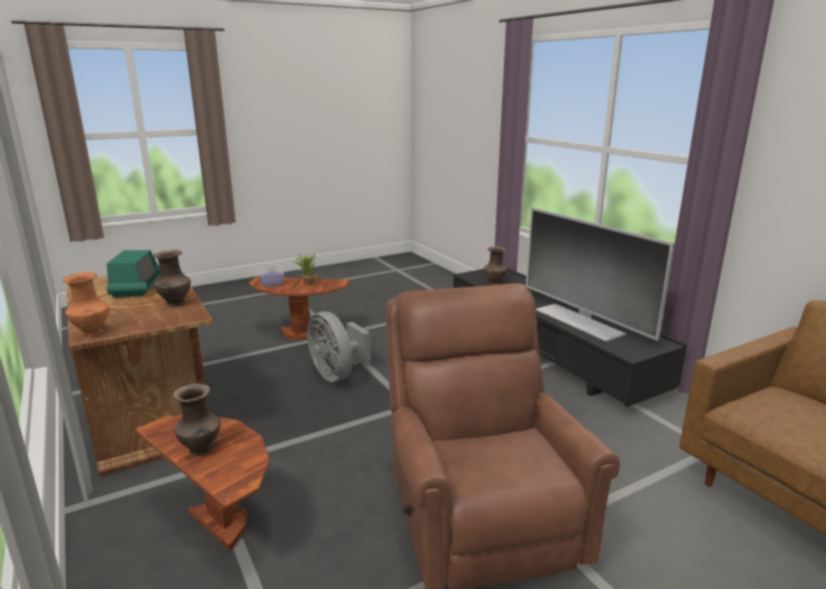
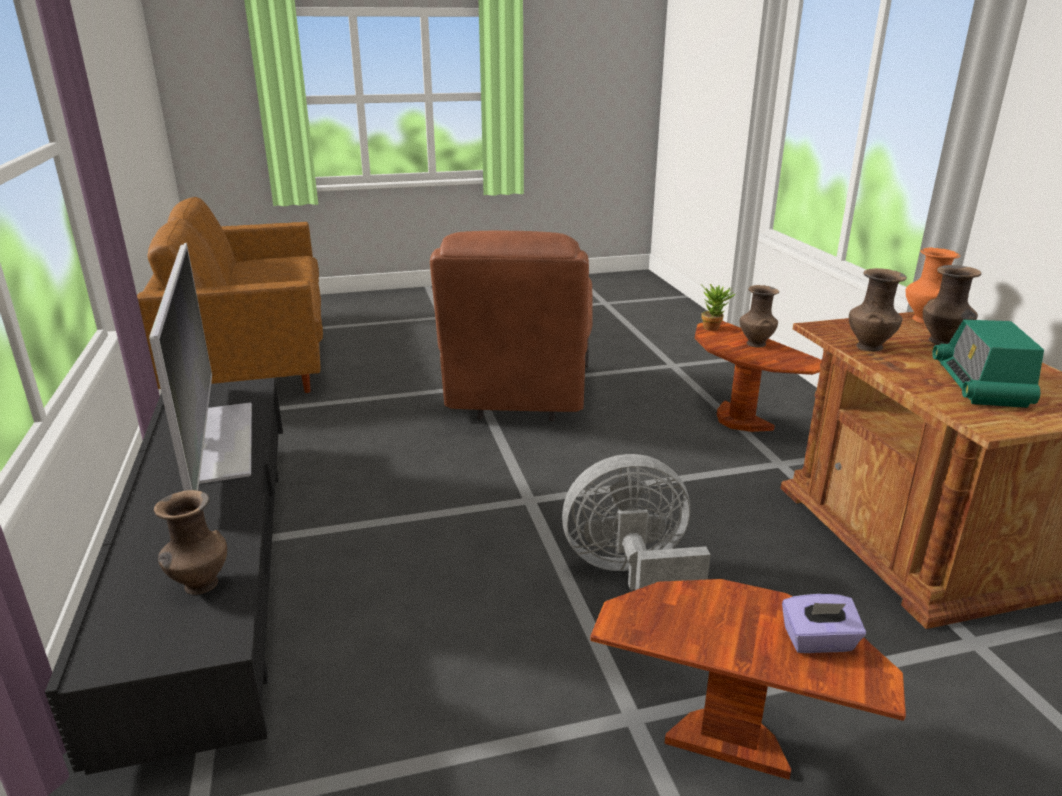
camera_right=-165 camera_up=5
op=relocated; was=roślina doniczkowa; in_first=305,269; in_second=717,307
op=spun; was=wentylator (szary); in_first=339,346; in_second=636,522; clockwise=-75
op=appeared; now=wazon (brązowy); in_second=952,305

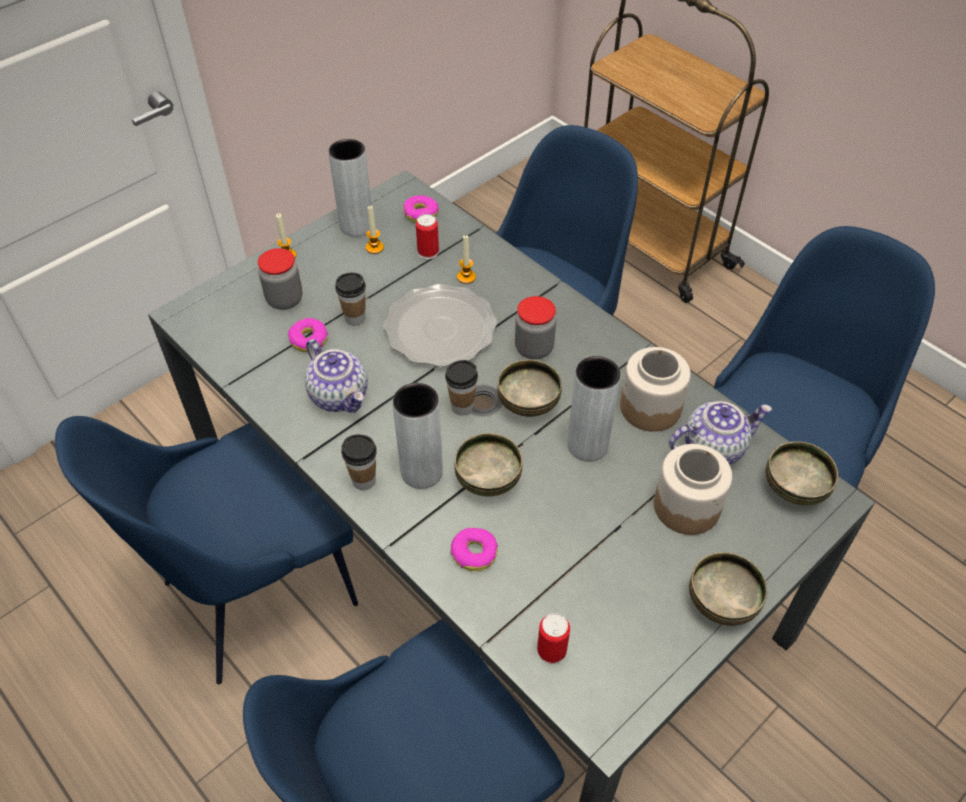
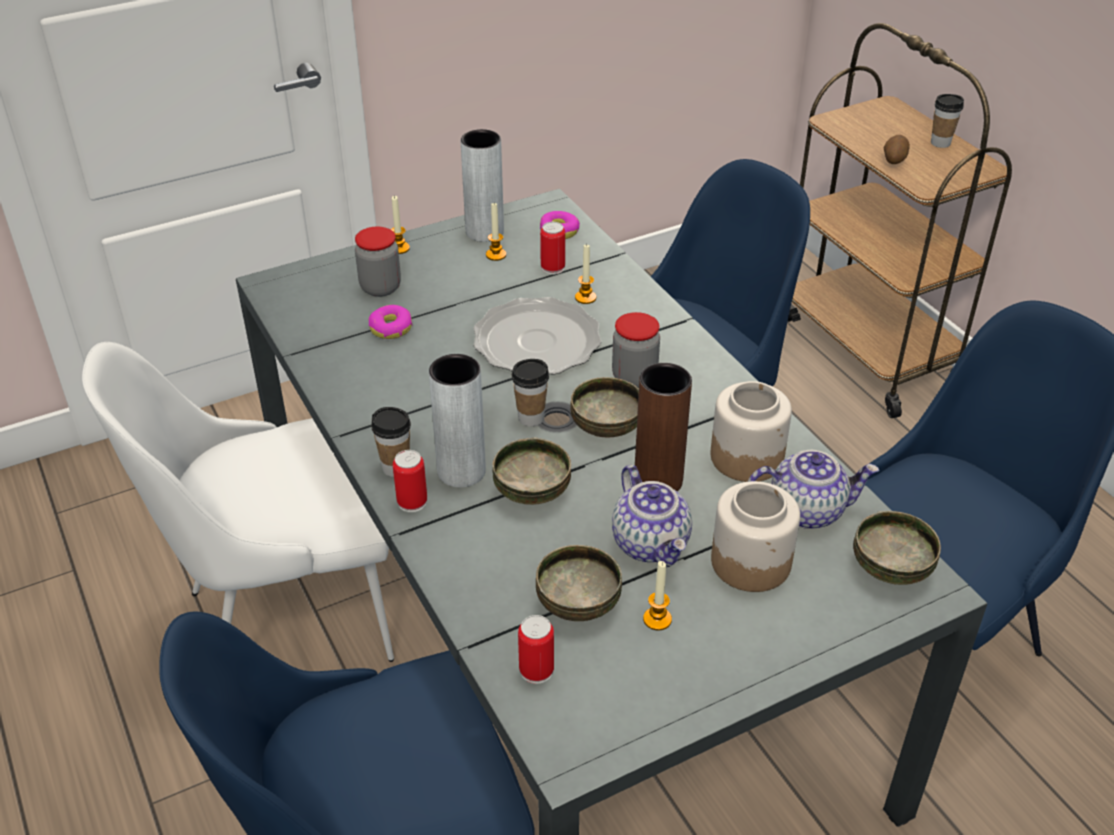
camera_right=15 camera_up=-10
op=relocated; was=filiżanka; in_first=350,299; in_second=947,121
op=relocated; was=imbryk; in_first=336,376; in_second=652,516
op=colour; was=wazon (szary); now=wazon (brązowy); in_first=594,409; in_second=663,427
op=colour; was=krzesło (niebieski); now=krzesło (biały); in_first=206,550; in_second=238,502
op=missing; was=donut; in_first=474,549
op=relocated; was=miska; in_first=728,589; in_second=579,583
op=appeared; now=ziemniak; in_second=897,149
op=appeared; now=puszka; in_second=410,481
op=appeared; now=świeca; in_second=657,596

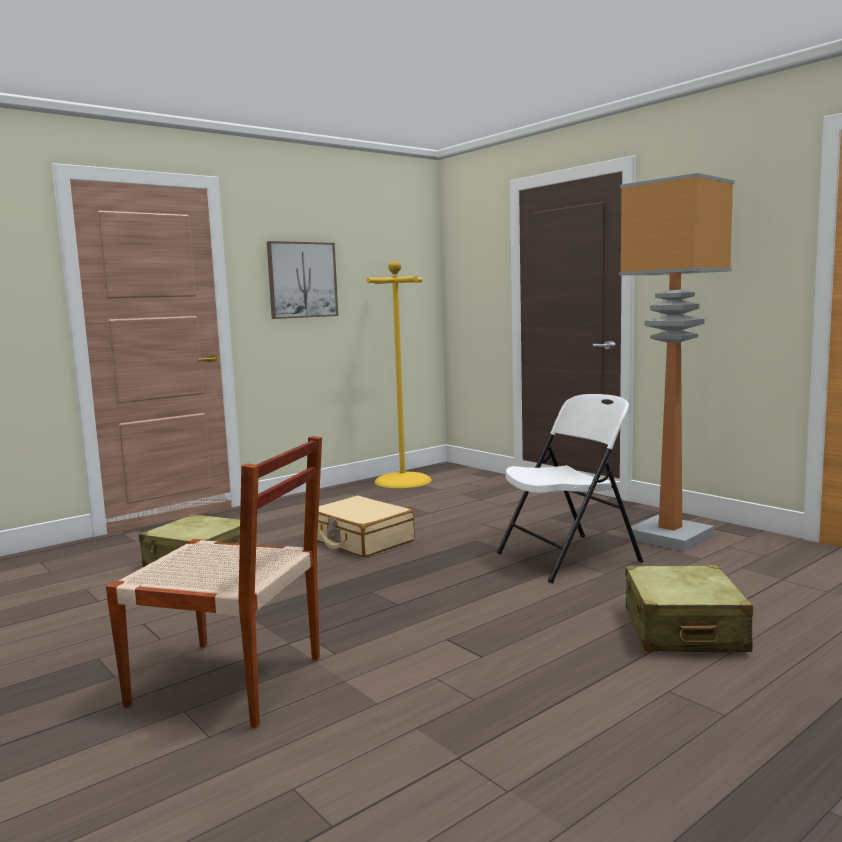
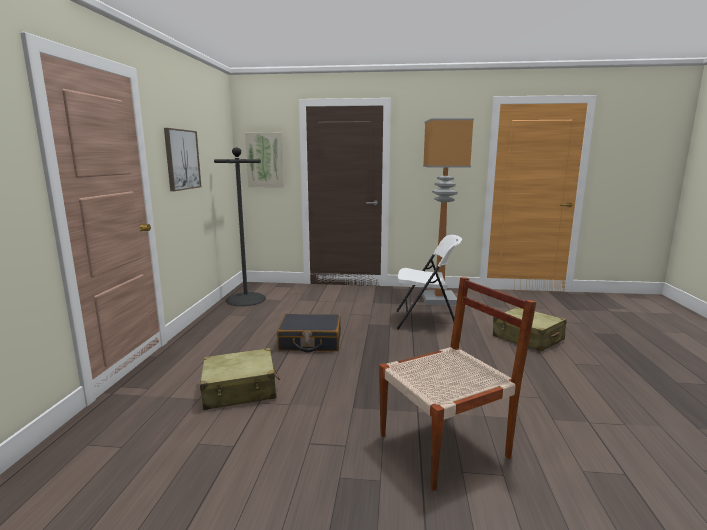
camera_right=-45 camera_up=5
op=colour; was=wieszak (żółty); now=wieszak (czarny); in_first=399,375; in_second=240,226
op=spun; was=krzesło (biały); in_first=570,488; in_second=429,282; clockwise=75
op=colour; was=walizka (beżowy); now=walizka (czarny); in_first=366,526; in_second=309,333
op=appeared; now=obraz; in_second=264,160

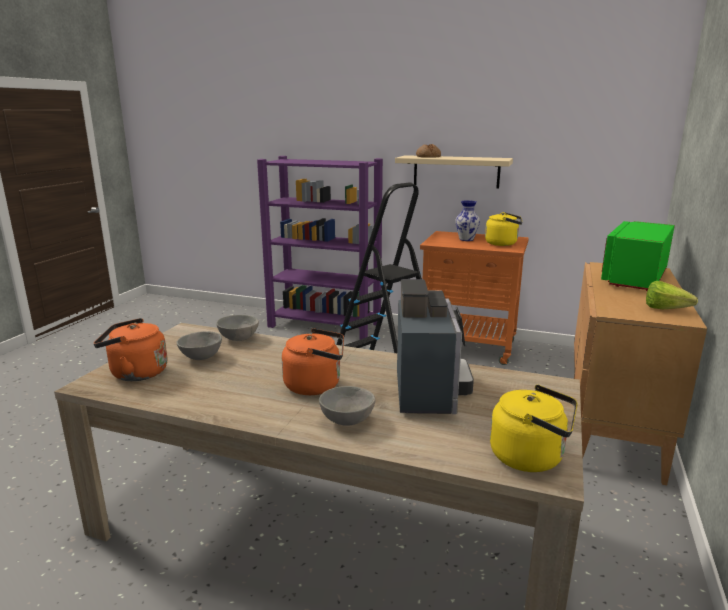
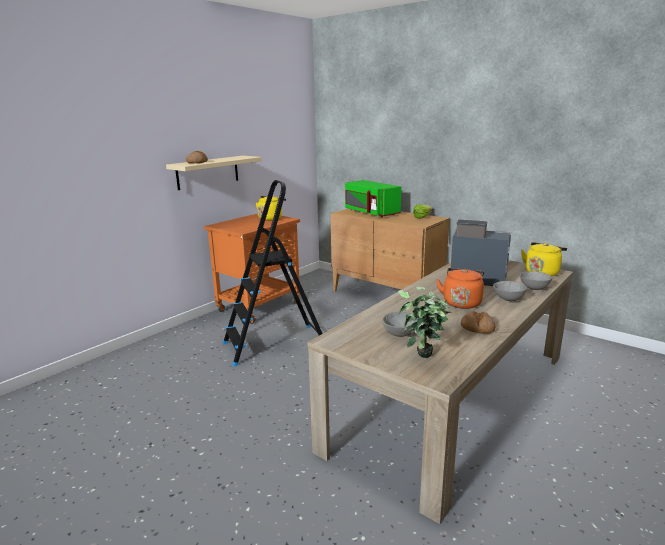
camera_right=-70 camera_up=0
op=missing; was=regał (fioletowy); in_first=320,247
op=missing; was=wazon; in_first=467,220
op=relocated; was=miska (szary); in_first=237,328; in_second=536,280
op=exchanged; was=czajnik (pomarańczowy); now=roślina doniczkowa; in_first=131,349; in_second=424,322
op=appeared; now=chleb; in_second=478,322

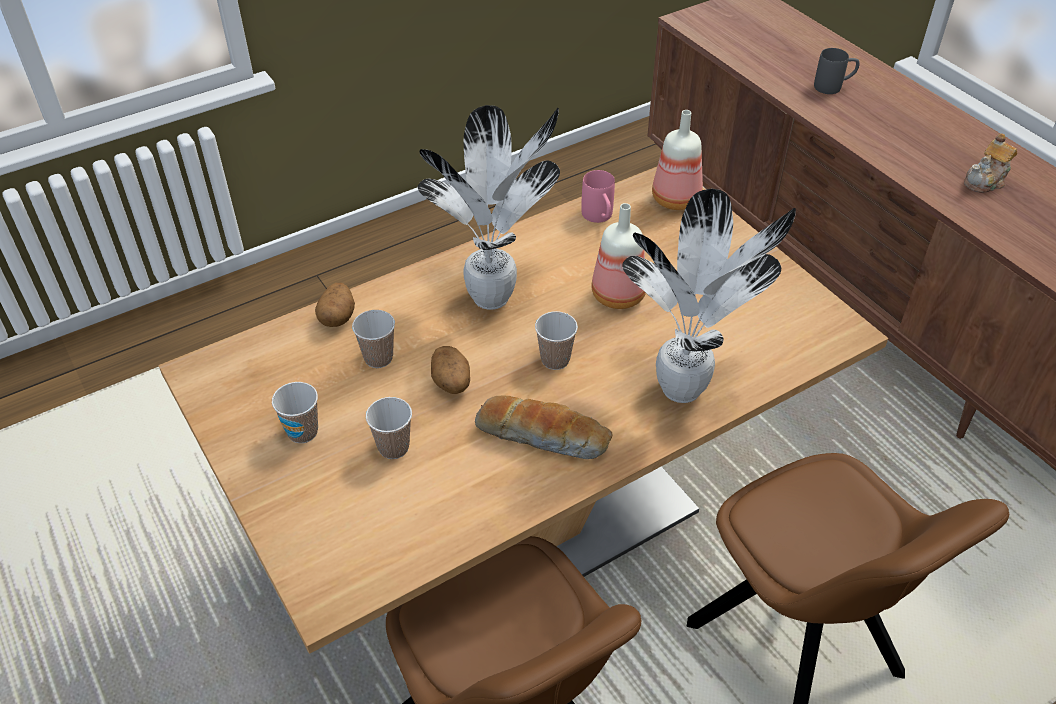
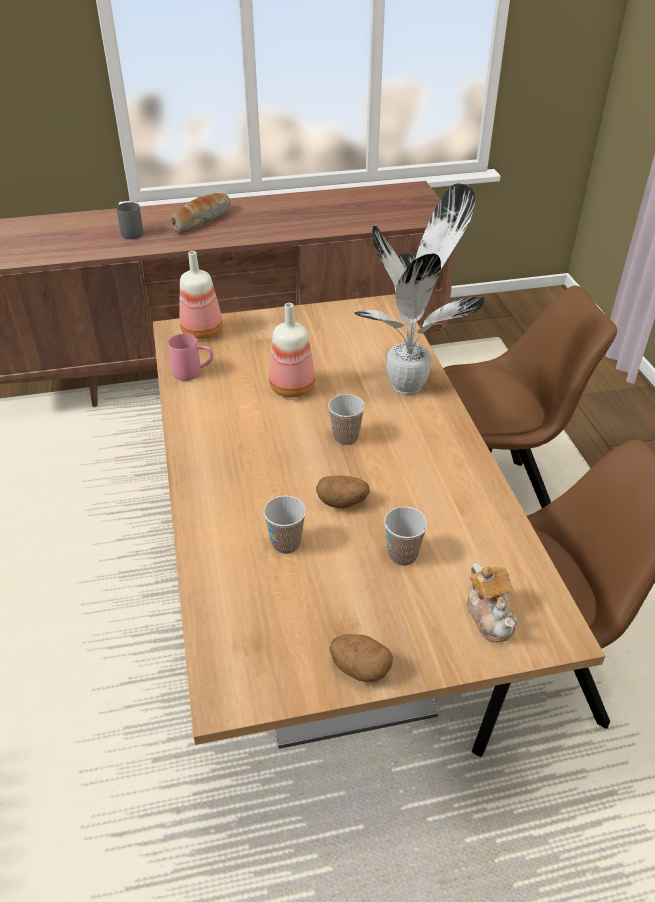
camera_right=-70 camera_up=-5
op=missing; was=roślina doniczkowa; in_first=489,207
op=relocated; was=imbryk; in_first=991,163; in_second=492,602
op=relocated; was=ziemniak; in_first=335,305; in_second=361,658
op=missing; was=filiżanka; in_first=295,412
op=relocated; was=chleb; in_first=543,427; in_second=201,213

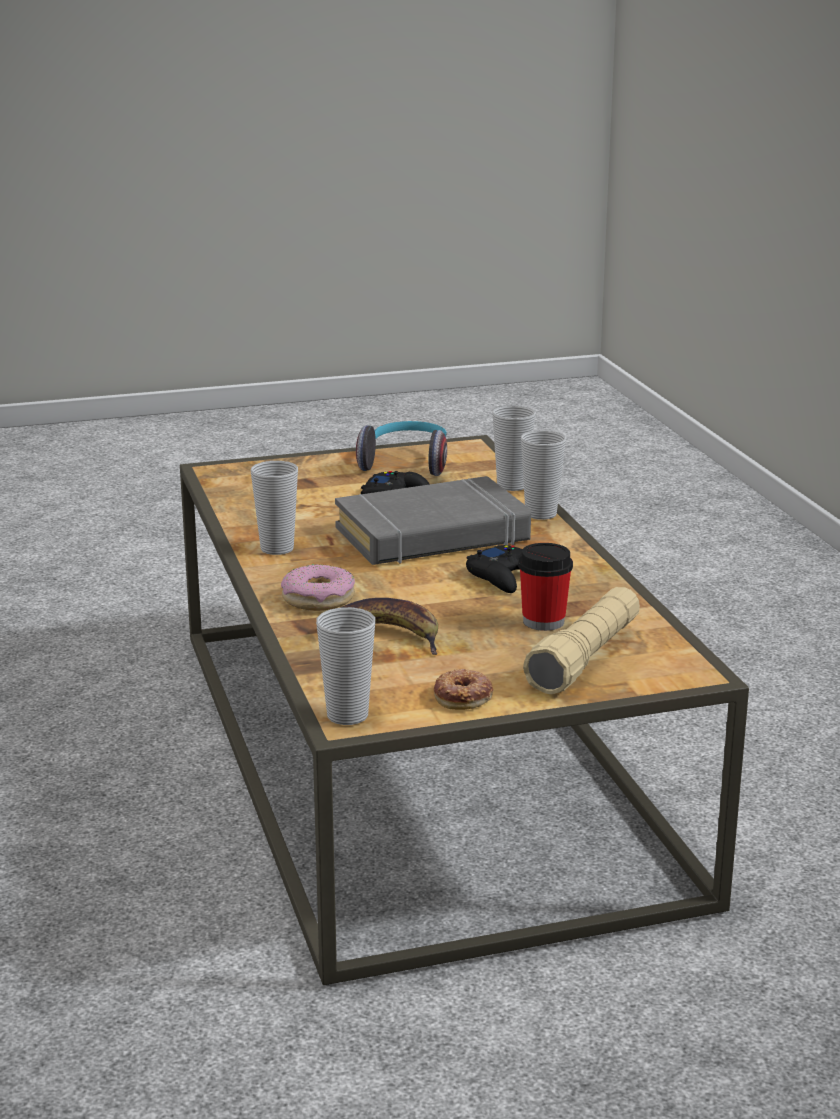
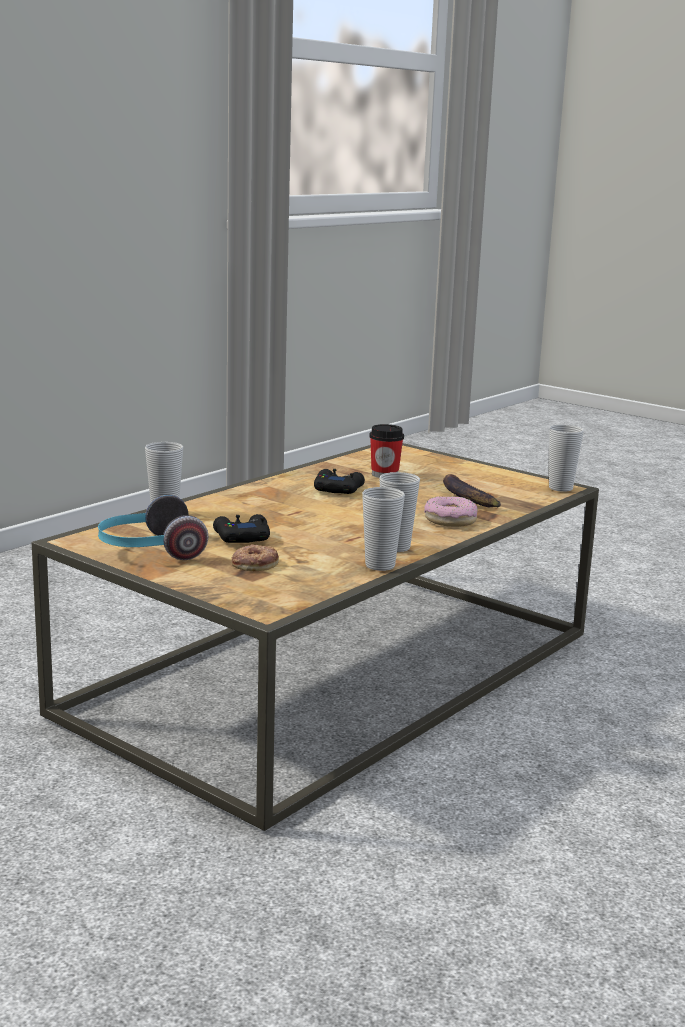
camera_right=-125 camera_up=-5
op=relocated; was=filiżanka; in_first=543,475; in_second=383,529
op=missing; was=książka (szary); in_first=433,520
op=missing; was=latarka (beżowy); in_first=581,640
op=relocated; was=donut; in_first=464,689; in_second=255,557

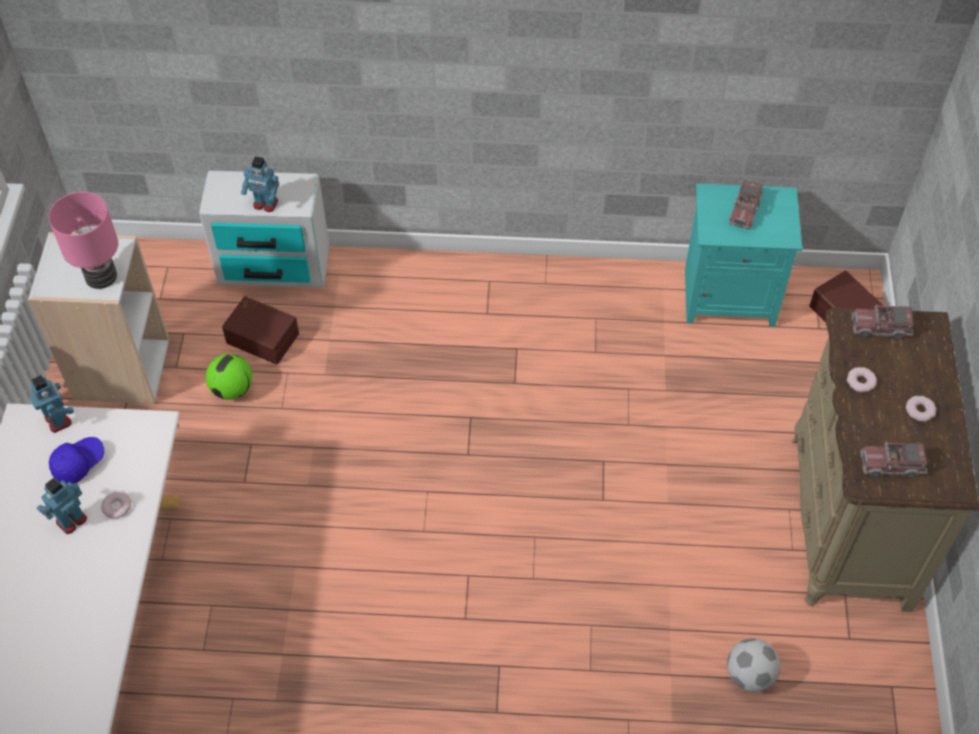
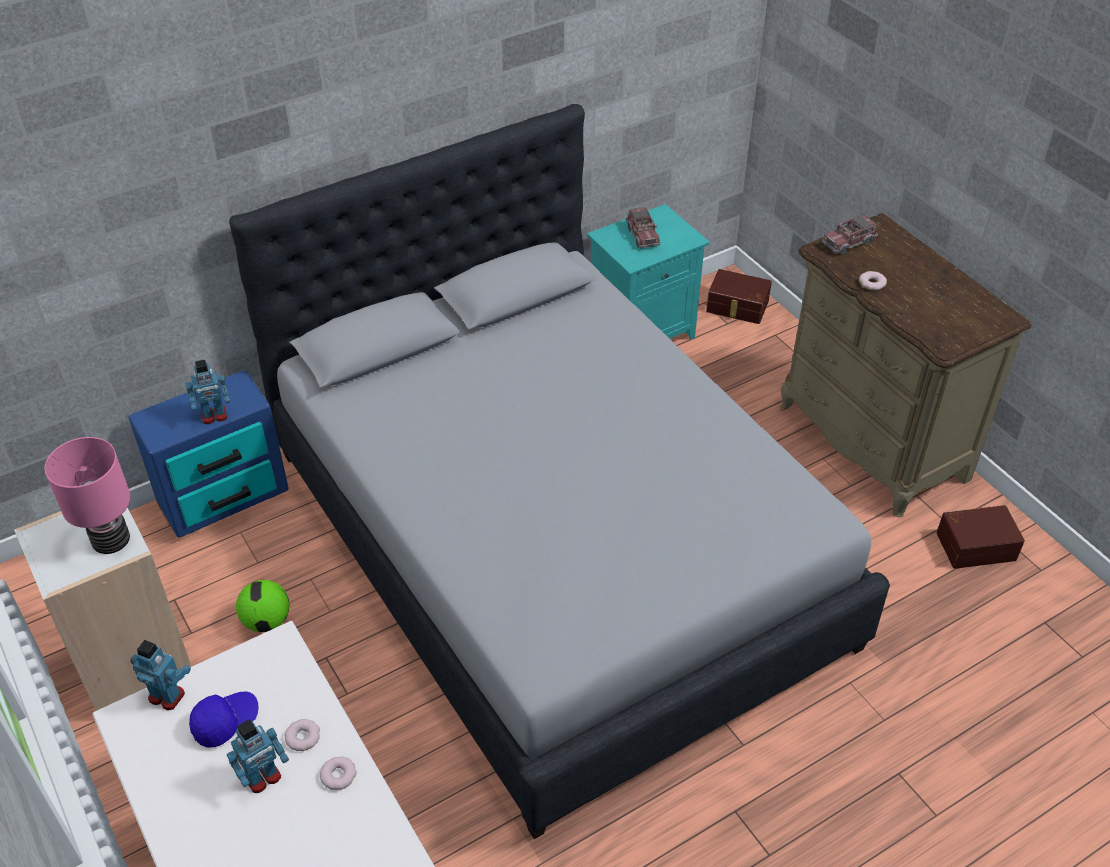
camera_right=-35 camera_up=-10
op=colour; was=szafka nocna (biały); now=szafka nocna (niebieski); in_first=264,229; in_second=209,454
op=relocated; was=pojemnik do przechowywania (brązowy); in_first=260,330; in_second=981,537
op=relocated; was=donut; in_first=921,409; in_second=338,773
op=spun; was=czapka z daszkiem (niebieski); in_first=76,460; in_second=224,720; clockwise=45
op=missing; was=ciężarówka zabawkowa; in_first=893,459
op=spun; was=robot zabawkowy; in_first=62,506; in_second=258,756; clockwise=-135
op=missing; was=piłka futbolowa; in_first=753,665
op=appeared; now=łóżko (szary); in_second=559,471

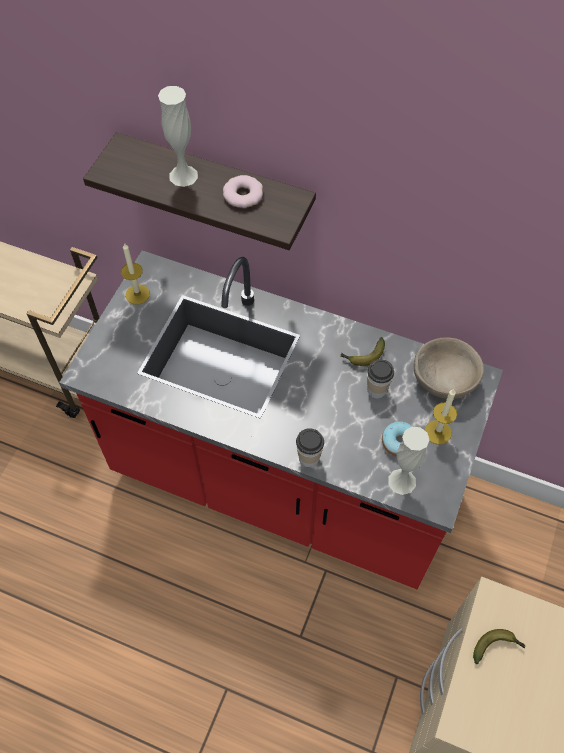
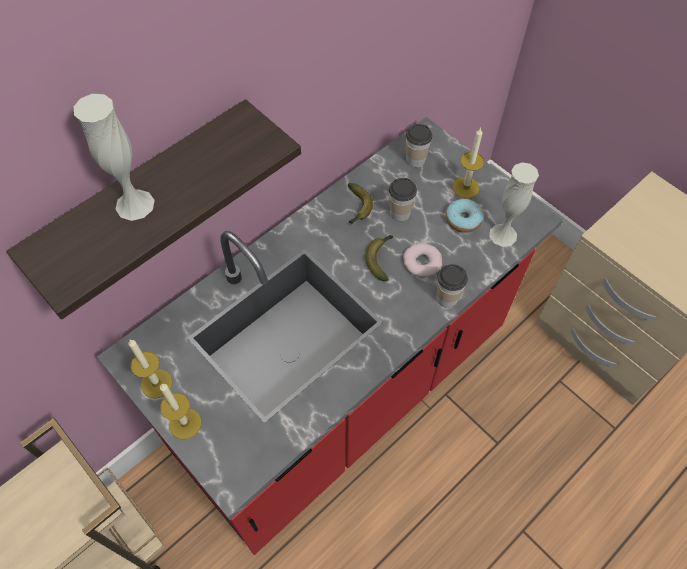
camera_right=-65 camera_up=0
op=relocated; was=donut; in_first=243,191; in_second=422,260
op=exchanged; was=miska (beżowy); now=filiżanka; in_first=448,368; in_second=419,145
op=relocated; was=banan; in_first=499,646; in_second=380,258
op=appeared; now=świeca; in_second=180,411

